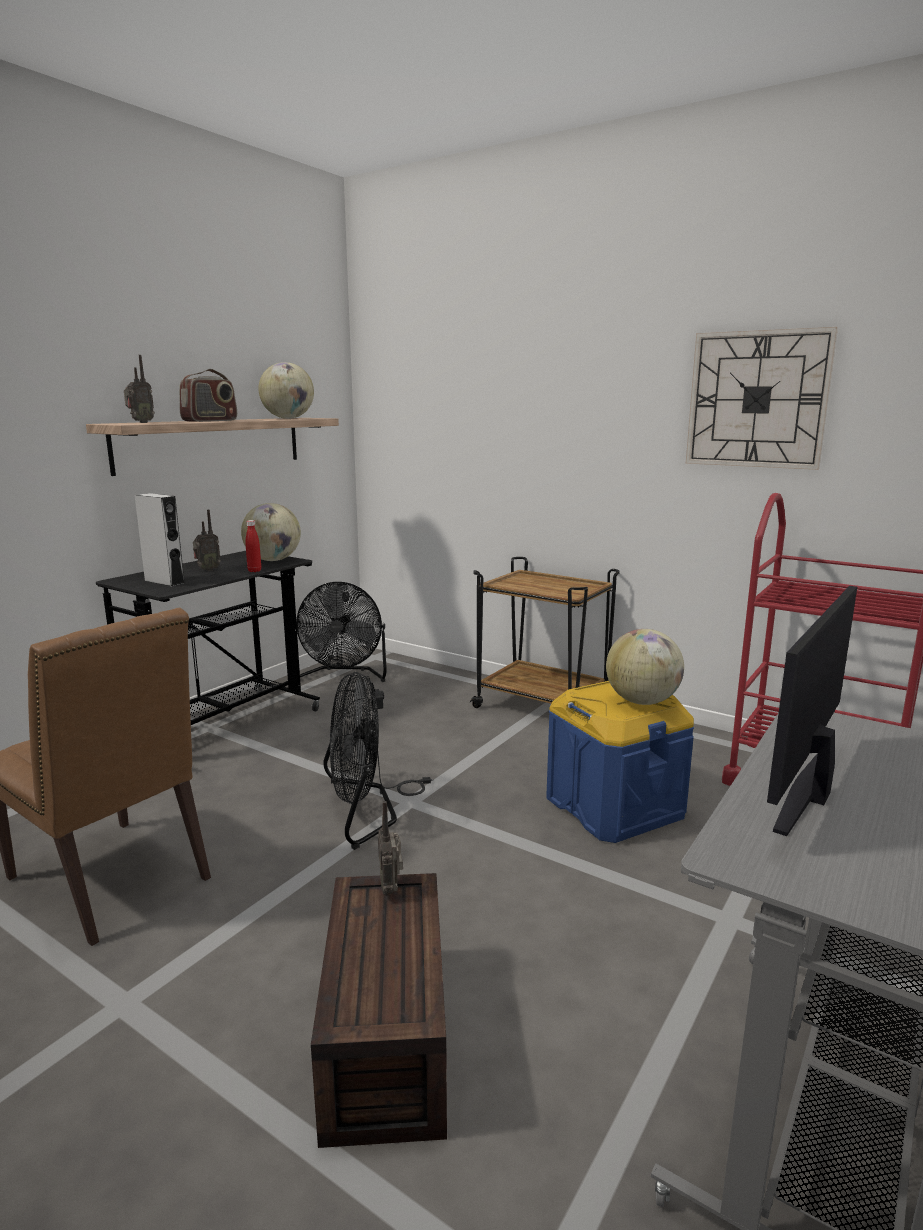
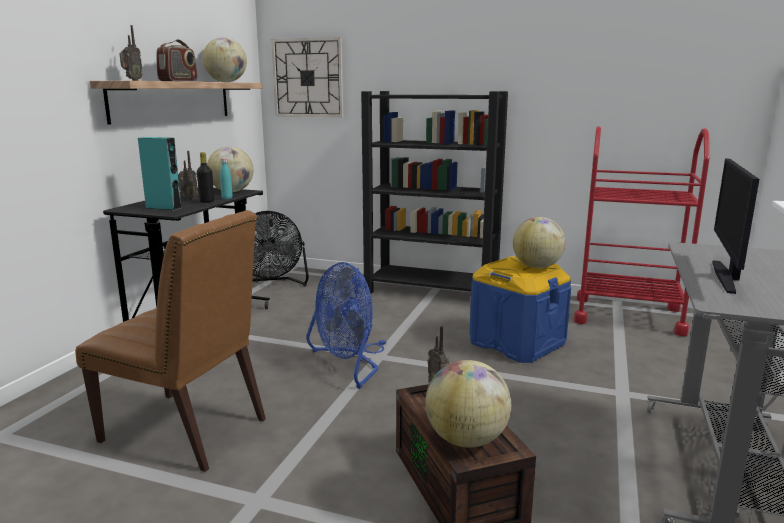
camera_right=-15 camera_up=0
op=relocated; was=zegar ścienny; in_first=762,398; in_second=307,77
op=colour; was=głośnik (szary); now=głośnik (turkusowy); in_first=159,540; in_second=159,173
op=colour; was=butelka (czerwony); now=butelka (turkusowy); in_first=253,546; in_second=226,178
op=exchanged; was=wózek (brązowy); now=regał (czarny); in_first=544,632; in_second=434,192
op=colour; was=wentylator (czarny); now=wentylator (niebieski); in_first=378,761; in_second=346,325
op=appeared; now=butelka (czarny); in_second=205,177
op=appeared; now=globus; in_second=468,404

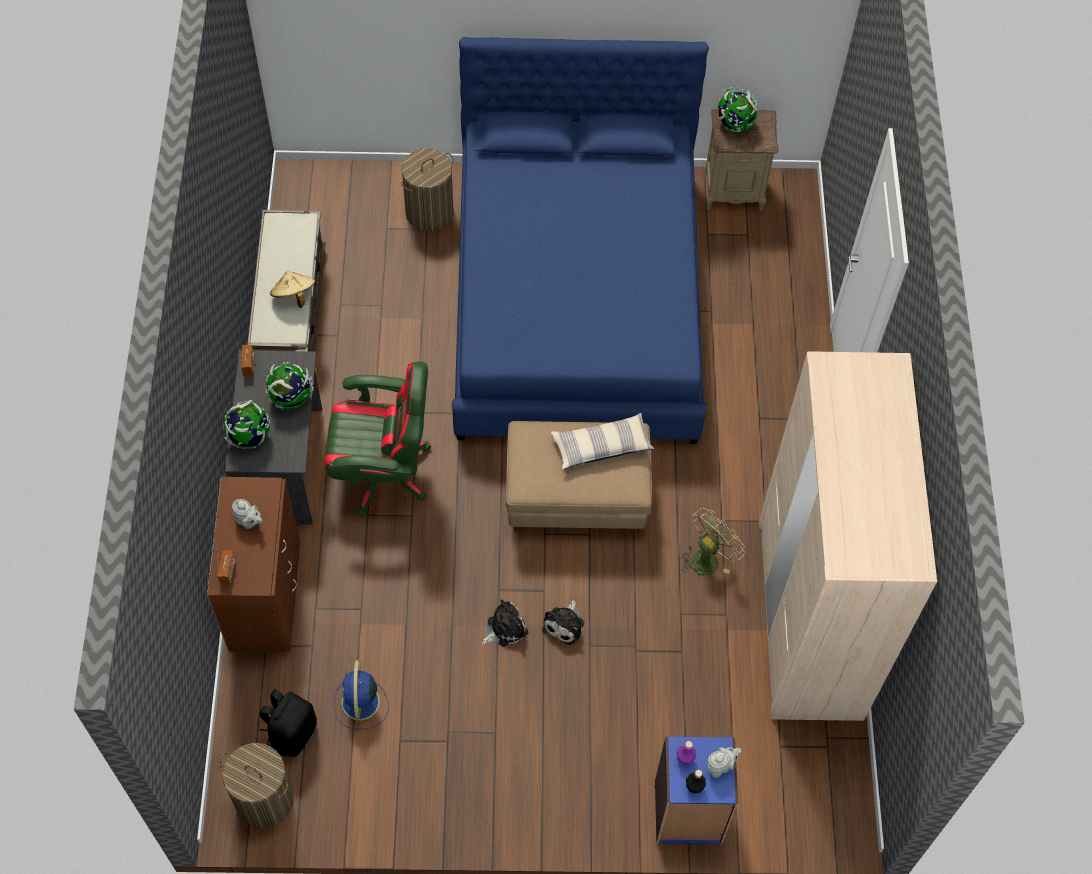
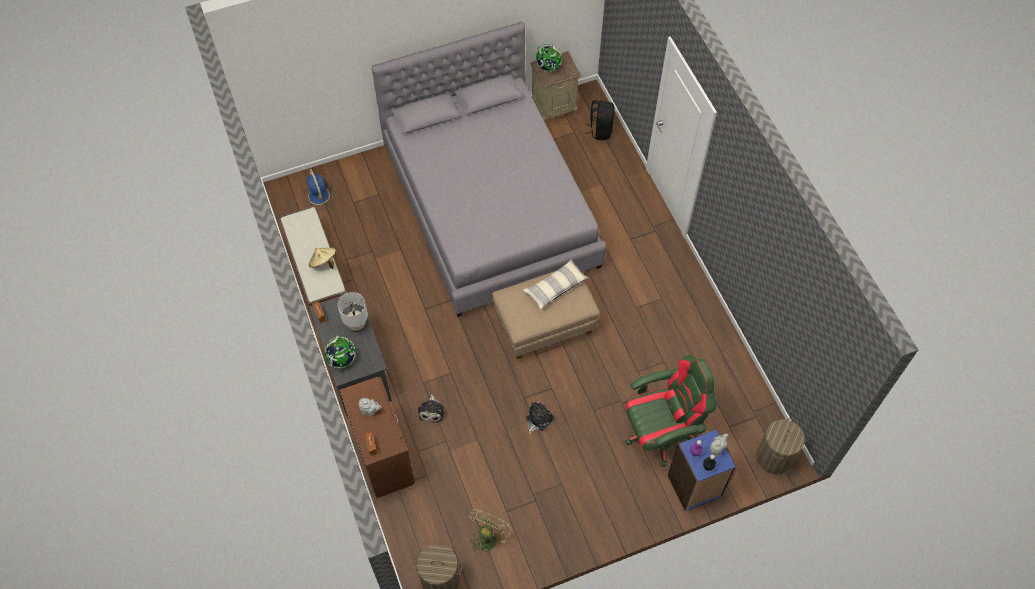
camera_right=-20 camera_up=0
op=colour; was=łóżko (niebieski); now=łóżko (szary); in_first=580,240; in_second=489,169
op=relocated; was=kosz na pranie; in_first=427,189; in_second=780,446
op=missing; was=szafa (beżowy); in_first=848,536
op=exchanged; was=globus; now=lampa stołowa (biały); in_first=289,385; in_second=353,312
op=relocated; was=krzesło biurowe (zielony); in_first=378,439; in_second=670,411
op=relocated; was=wentylator (zielony); in_first=713,542; in_second=490,531
op=relocated; was=pluszak; in_first=563,622; in_second=431,408
op=relocated; was=wentylator (niebieski); in_first=361,695; in_second=320,189
op=relocated; was=plecak (czarny); in_first=288,723; in_second=599,120

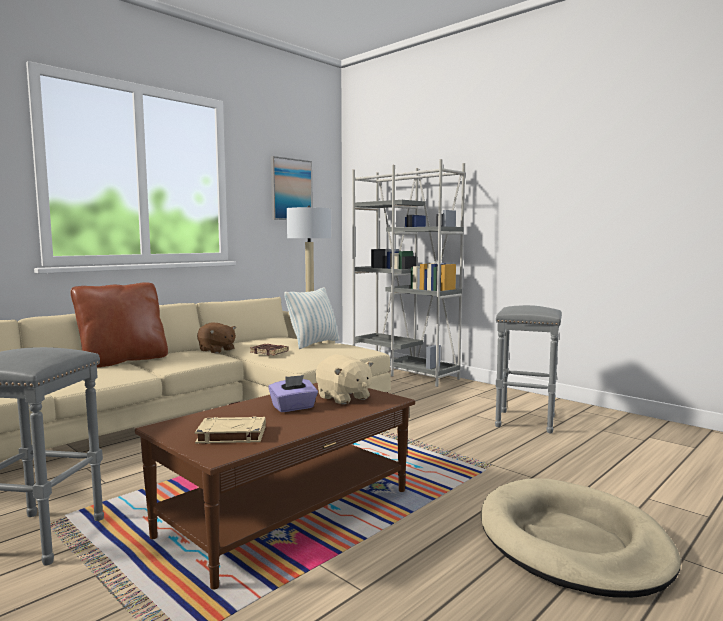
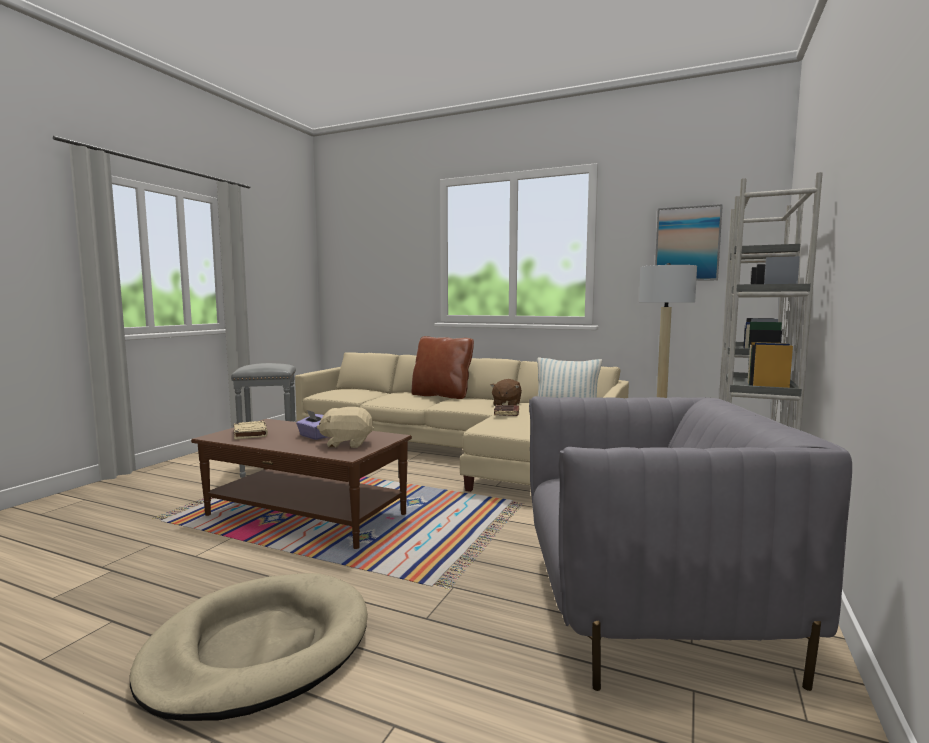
camera_right=70 camera_up=0
op=exchanged; was=stołek (szary); now=fotel (szary); in_first=528,369; in_second=690,543
op=spun; was=pluszak (beżowy); in_first=344,380; in_second=345,427; clockwise=60

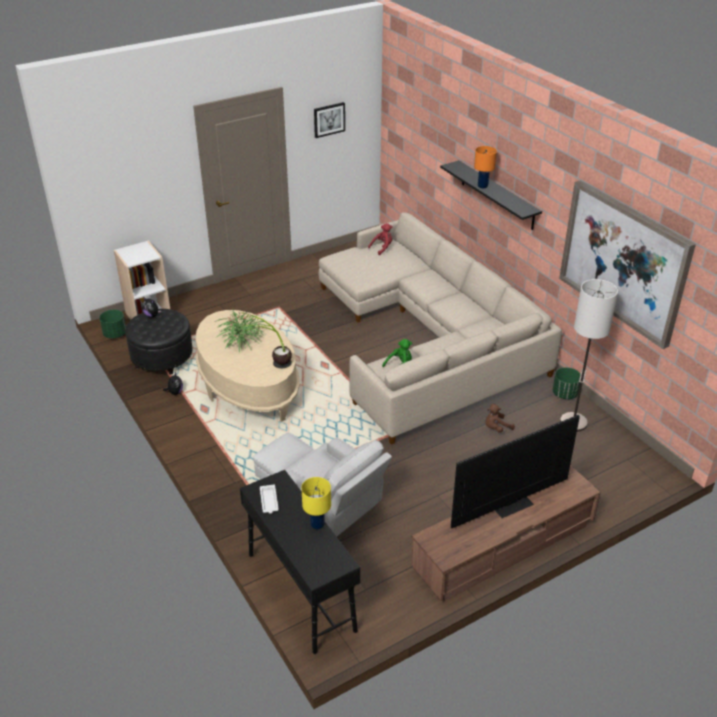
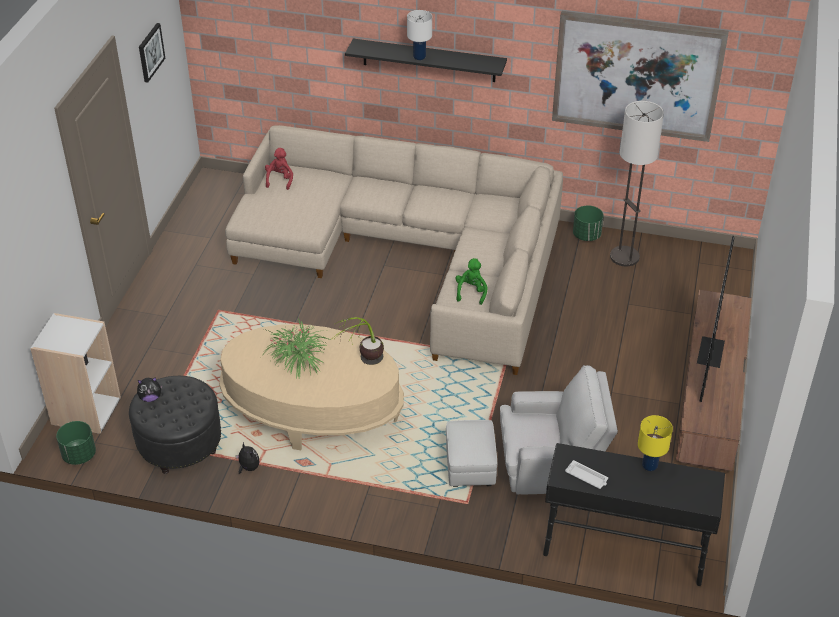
camera_right=-45 camera_up=5
op=colour; was=lampa stołowa (pomarańczowy); now=lampa stołowa (biały); in_first=485,167; in_second=419,35
op=missing; was=pluszak (brązowy); in_first=500,418

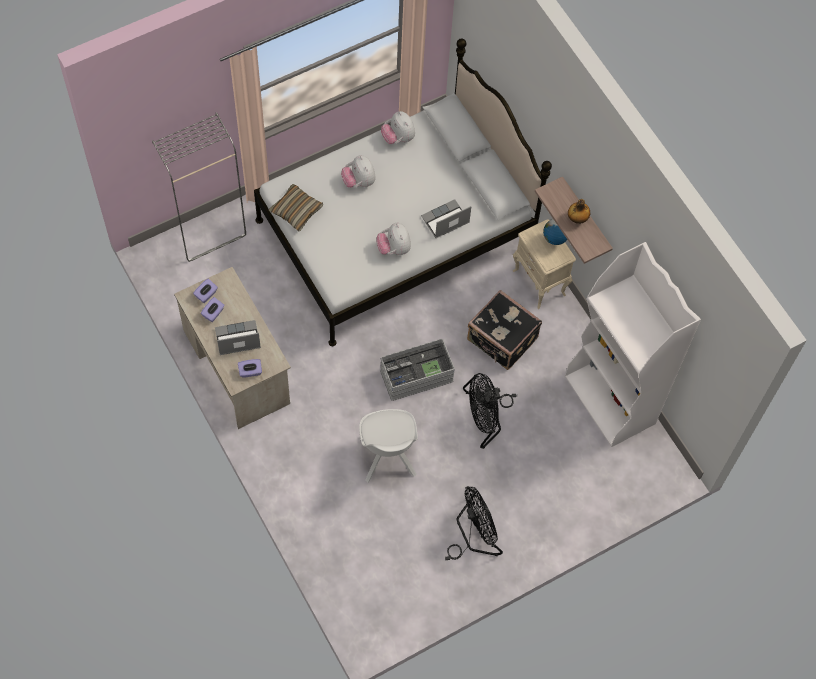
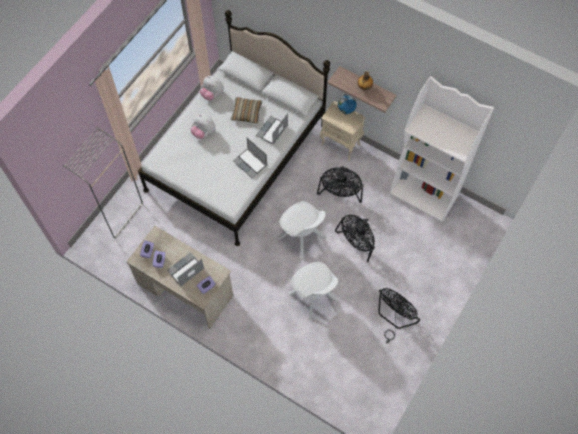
camera_right=-25 camera_up=0
op=relocated; was=poduszka; in_first=296,207; in_second=246,110
op=exchanged; was=pluszak; now=laptop; in_first=393,239; in_second=250,158
op=exchanged; was=walizka (czarny); now=wentylator (czarny); in_first=504,330; in_second=340,184
op=exchanged; was=pojemnik do przechowywania (szary); now=krzesło (biały); in_first=417,370; in_second=301,230

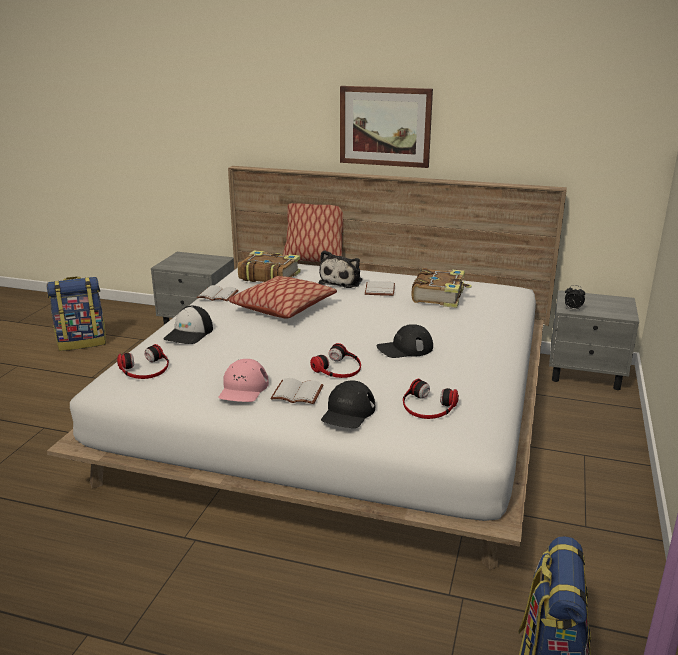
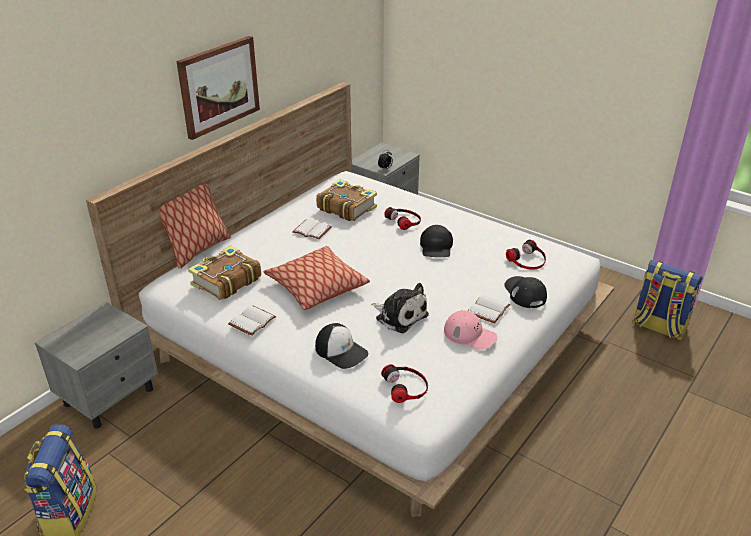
camera_right=-70 camera_up=10
op=relocated; was=pluszak; in_first=340,269; in_second=400,308
op=relocated; was=słuchawki; in_first=335,360; in_second=402,218
op=spun; was=czapka z daszkiem (czarny); in_first=348,404; in_second=526,292; clockwise=-150

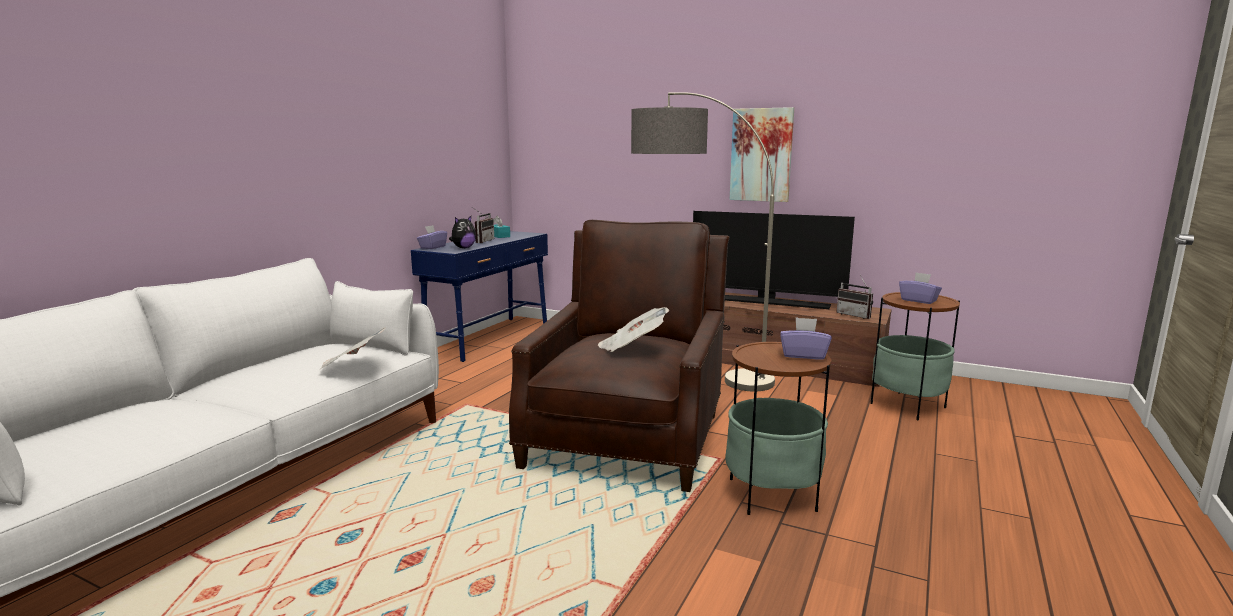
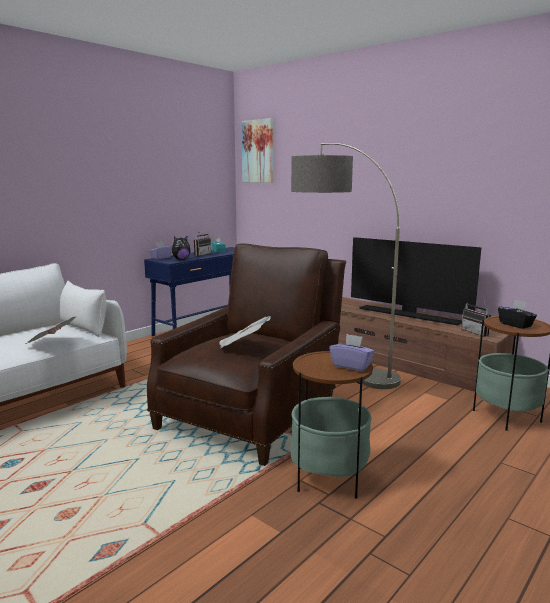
camera_right=15 camera_up=0
op=relocated; was=obraz; in_first=762,154; in_second=257,150
op=colour; was=pudełko chusteczek (fioletowy); now=pudełko chusteczek (czarny); in_first=920,288; in_second=517,314

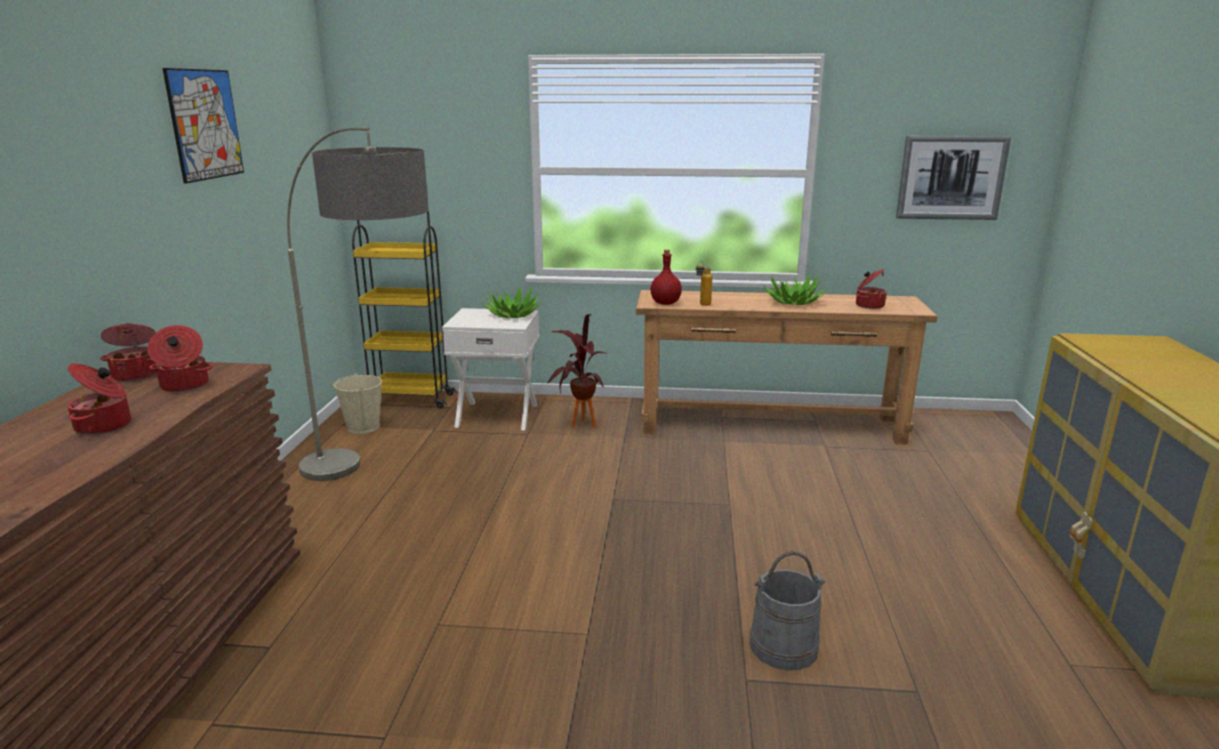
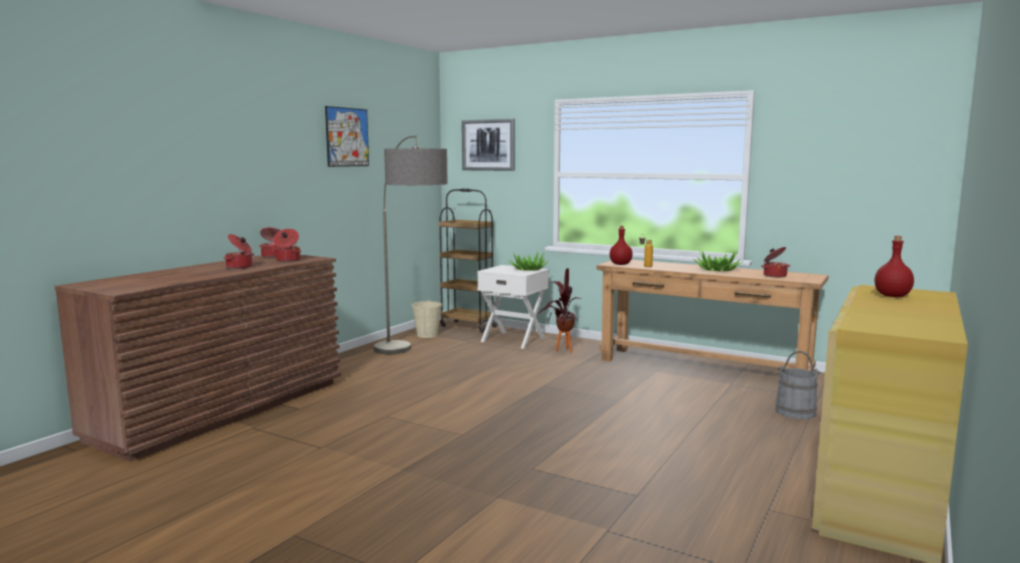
camera_right=25 camera_up=-10
op=relocated; was=obraz; in_first=953,178; in_second=488,145
op=colour; was=wózek (żółty); now=wózek (brązowy); in_first=404,310; in_second=468,260
op=relocated; was=wiadro (szary); in_first=788,610; in_second=798,385
op=appeared; now=butelka (czerwony); in_second=894,266

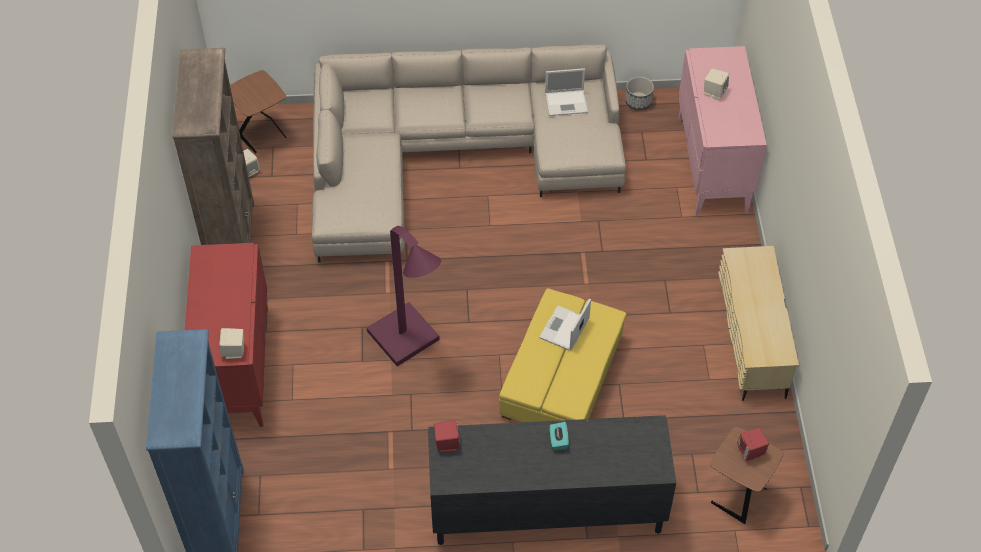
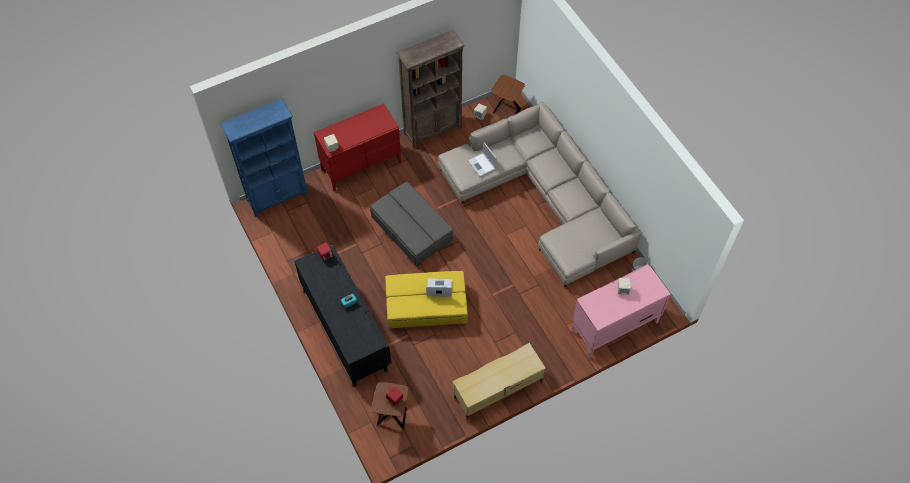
camera_right=65 camera_up=5
op=relocated; was=laptop; in_first=566,92; in_second=482,159
op=exchanged; was=lampa stojąca (fioletowy); now=pufa (szary); in_first=404,296; in_second=411,224

